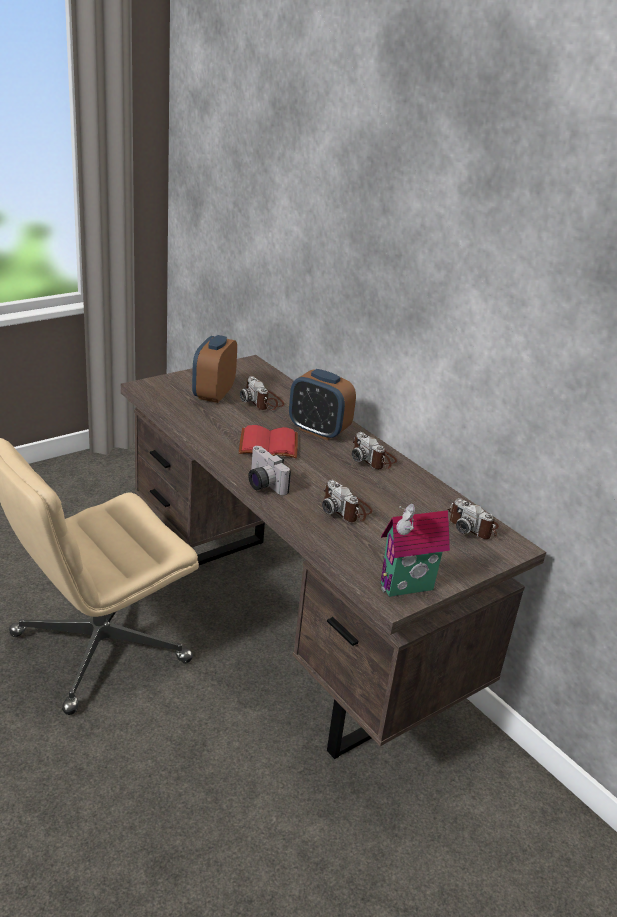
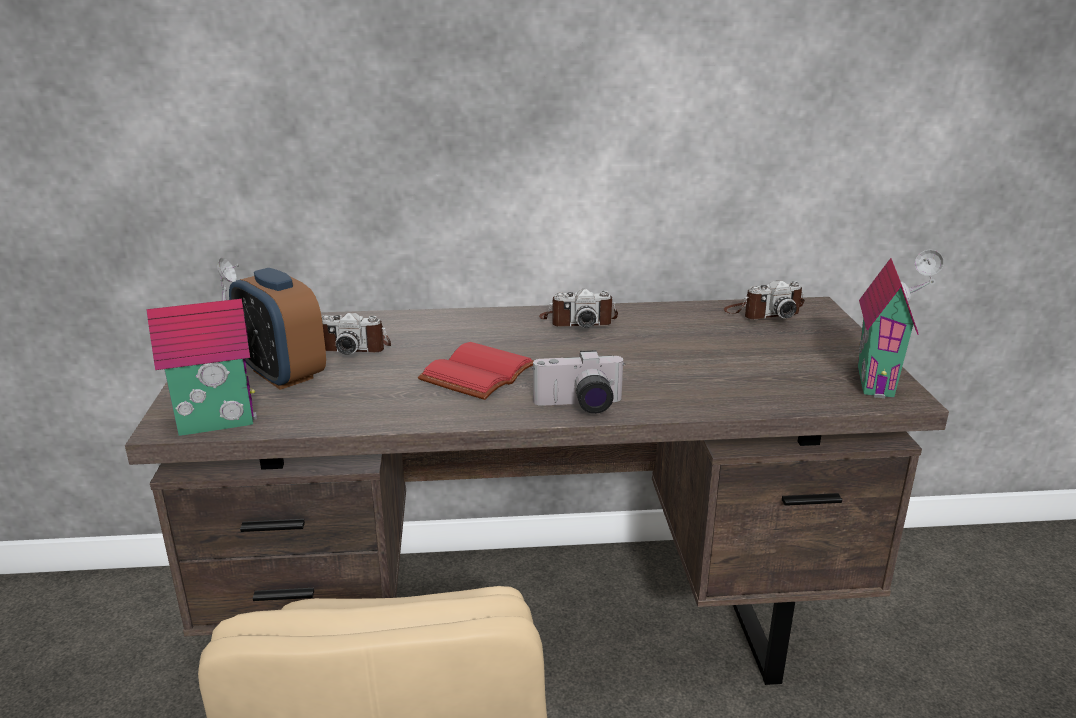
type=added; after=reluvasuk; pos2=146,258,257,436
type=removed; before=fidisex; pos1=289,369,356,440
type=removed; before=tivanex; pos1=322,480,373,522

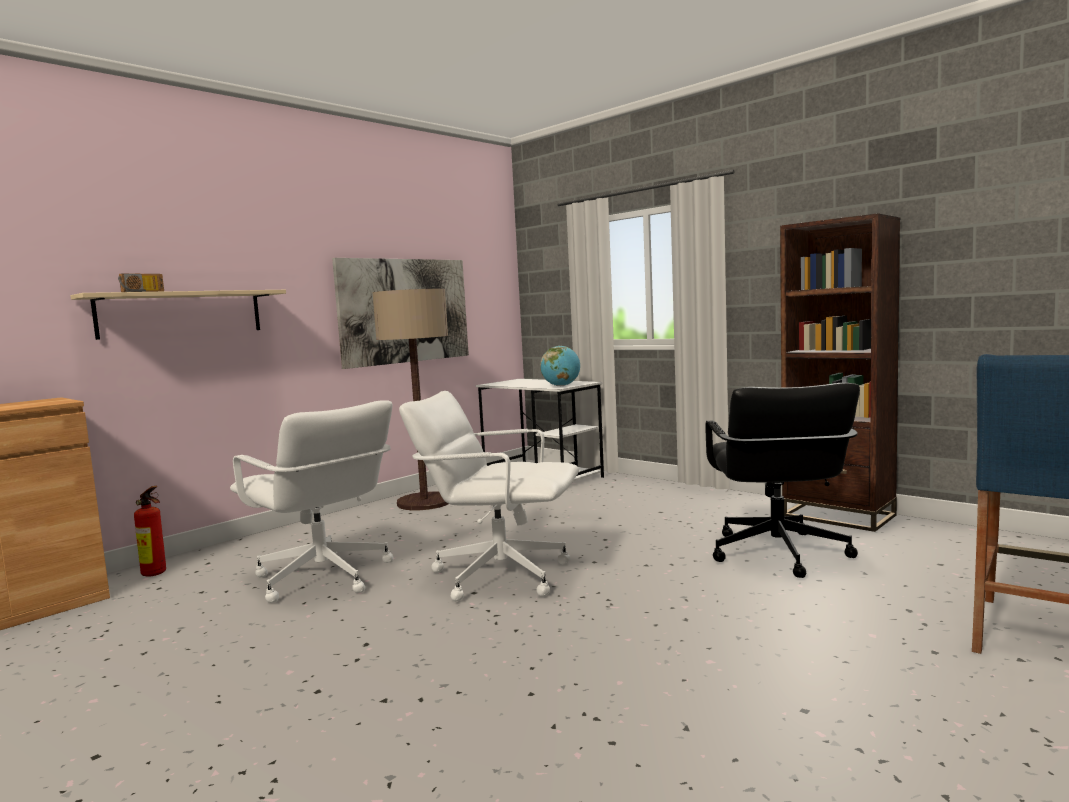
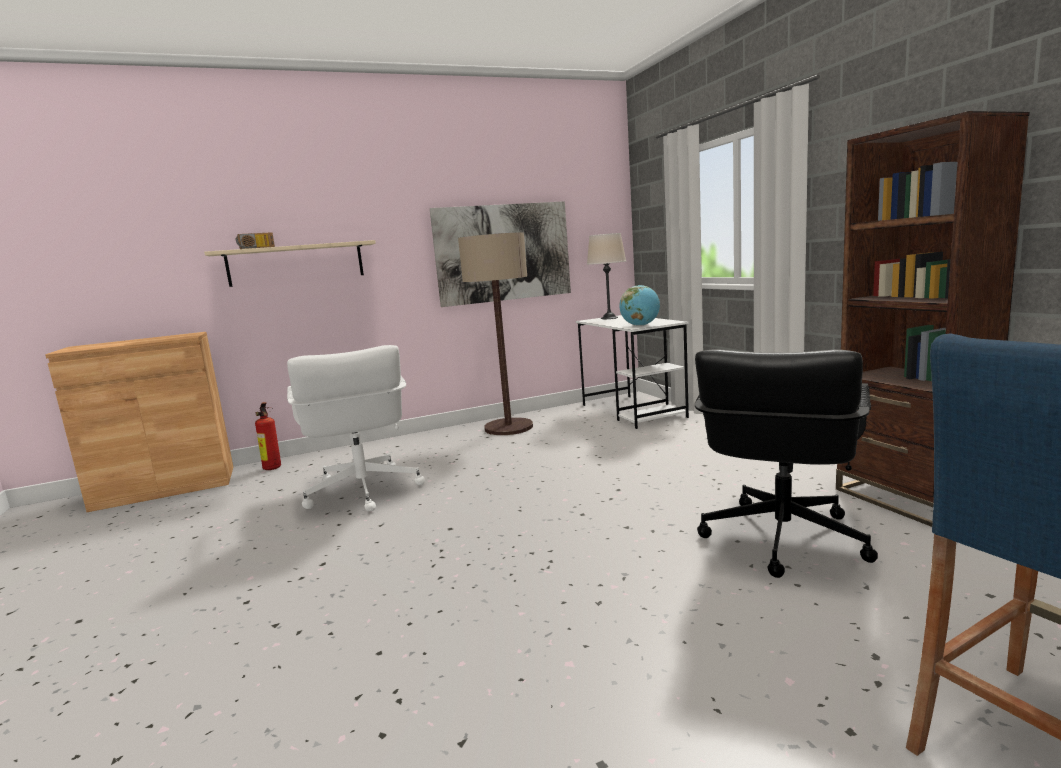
type=added; after=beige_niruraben; pos2=587,233,626,319
type=removed; before=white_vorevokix; pos1=399,391,579,601

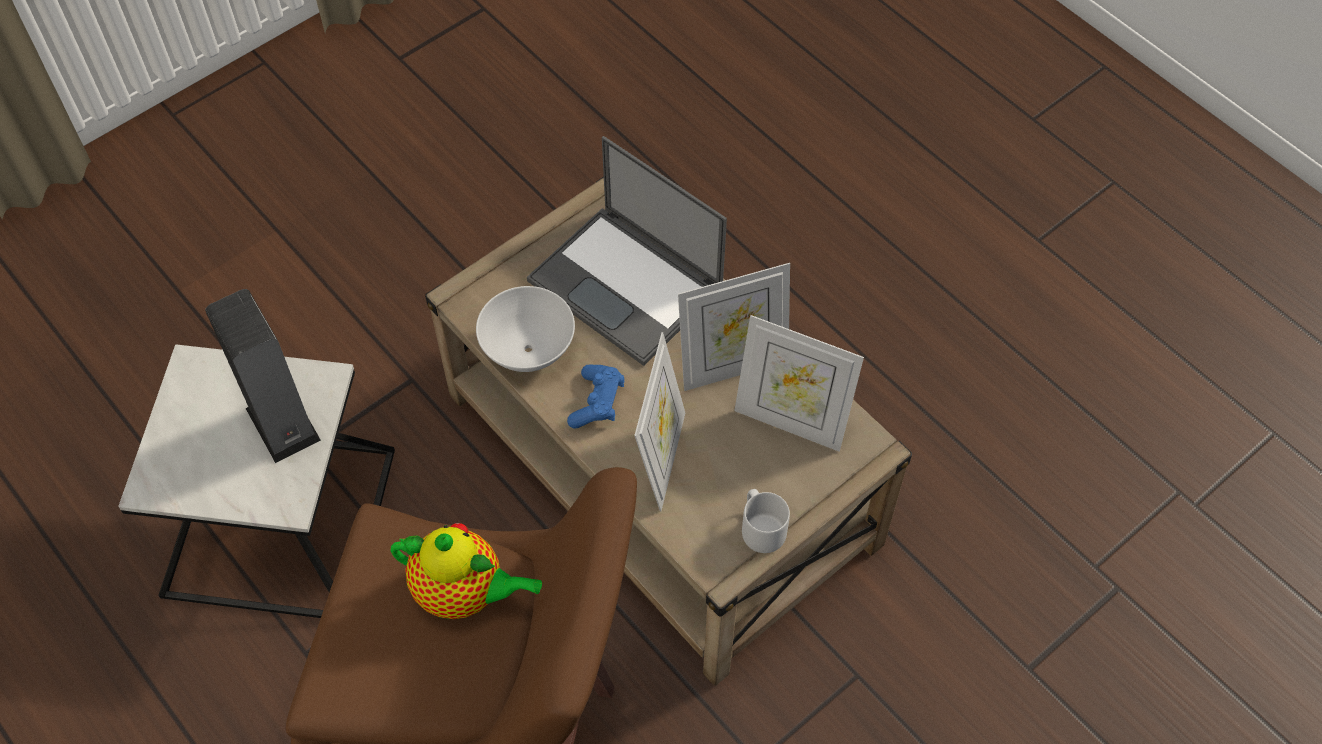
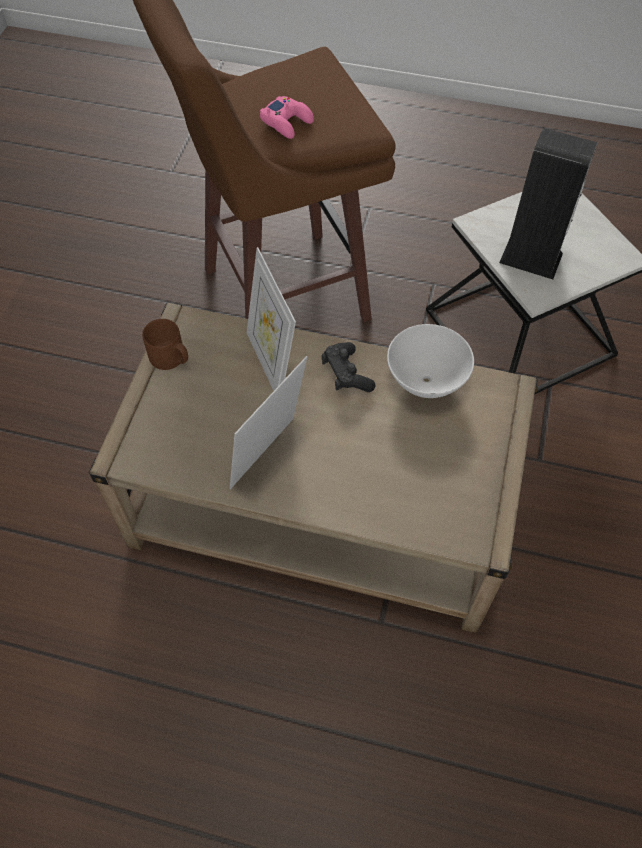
type=recoloured; before=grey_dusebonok; after=brown_dusebonok; pos1=742,489,790,553; pos2=142,319,188,370
type=replaced; before=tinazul; after=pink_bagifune; pos1=390,523,542,619; pos2=260,96,314,139
type=recoloured; before=blue_bagifune; after=black_bagifune; pos1=567,365,624,429; pos2=322,342,375,392
type=removed; before=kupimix; pos1=527,136,727,366
type=removed; before=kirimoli; pos1=734,315,864,452

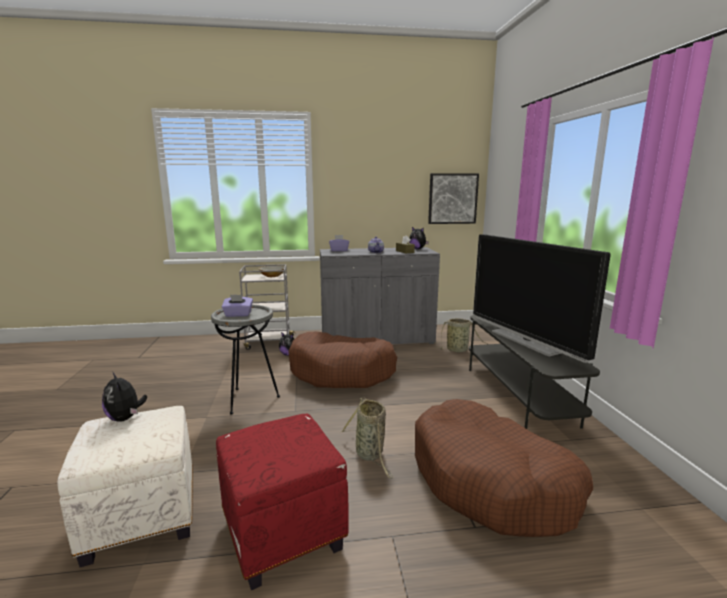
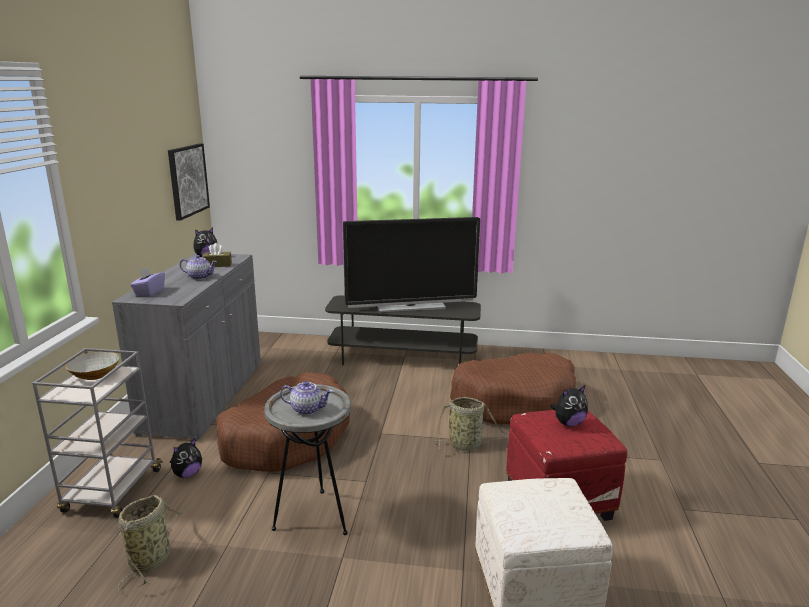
type=moved; before=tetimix; pos1=436,318,485,352; pos2=118,495,185,590
type=replaced; before=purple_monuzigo; after=tinazul; pos1=222,295,253,317; pos2=280,381,332,415
type=moved; before=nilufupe; pos1=102,372,147,422; pos2=550,385,588,426

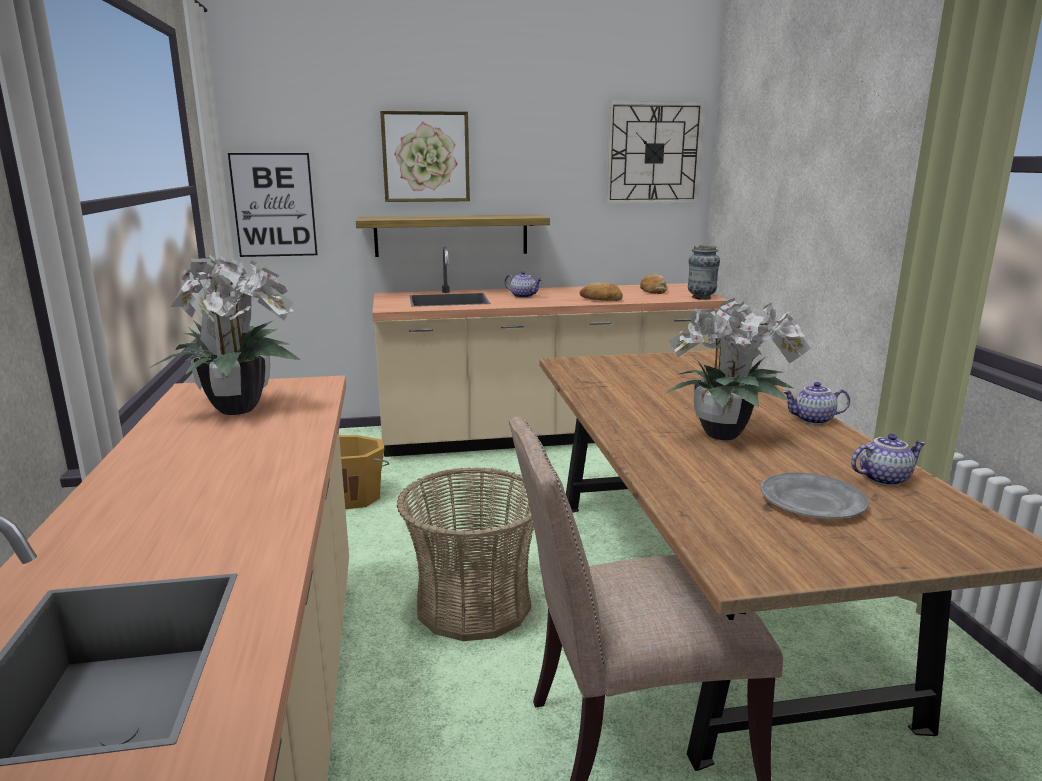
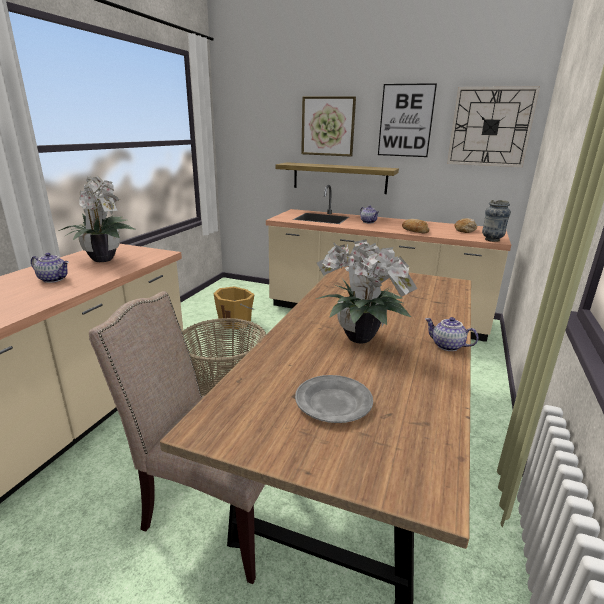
type=moved; before=tinazul; pos1=851,434,926,486; pos2=31,253,69,283
type=moved; before=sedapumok; pos1=228,153,318,257; pos2=378,83,437,157

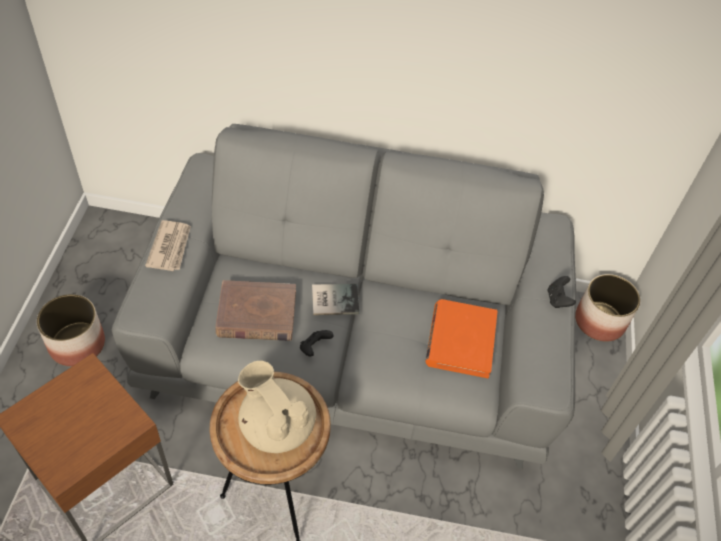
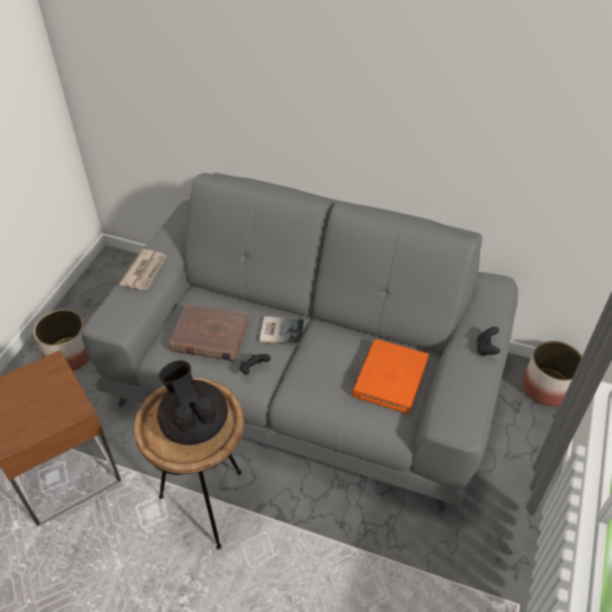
type=recoloured; before=beige_tinazul; after=black_tinazul; pos1=238,361,316,453; pos2=157,360,228,445

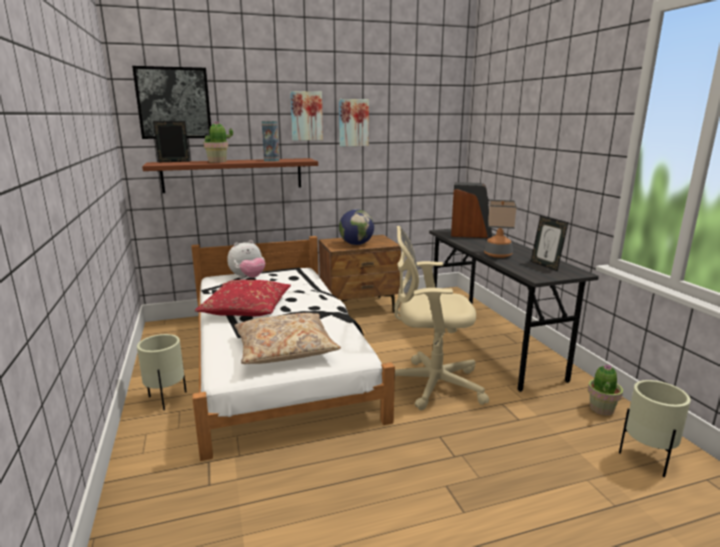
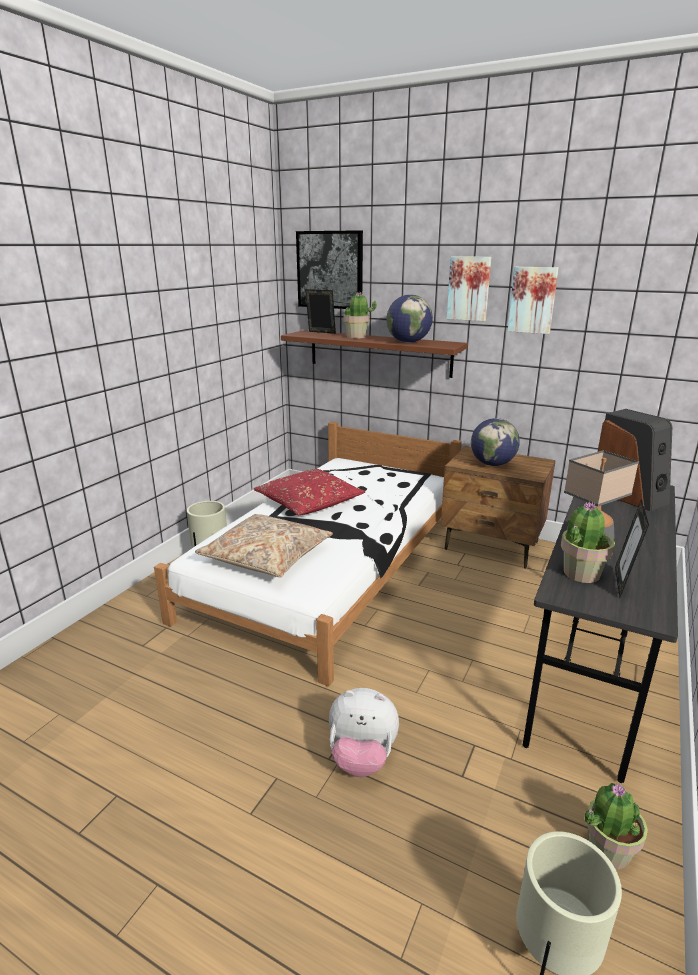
type=moved; before=nilufupe; pos1=227,240,265,279; pos2=329,688,399,777
type=replaced; before=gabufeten; after=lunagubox; pos1=262,121,279,162; pos2=386,294,433,343
type=added; after=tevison; pos2=561,502,615,583
type=removed; before=beige_vorevokix; pos1=394,226,489,410

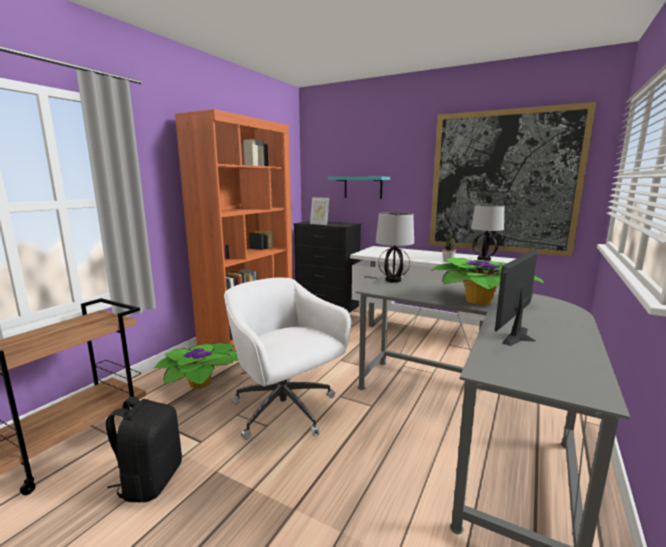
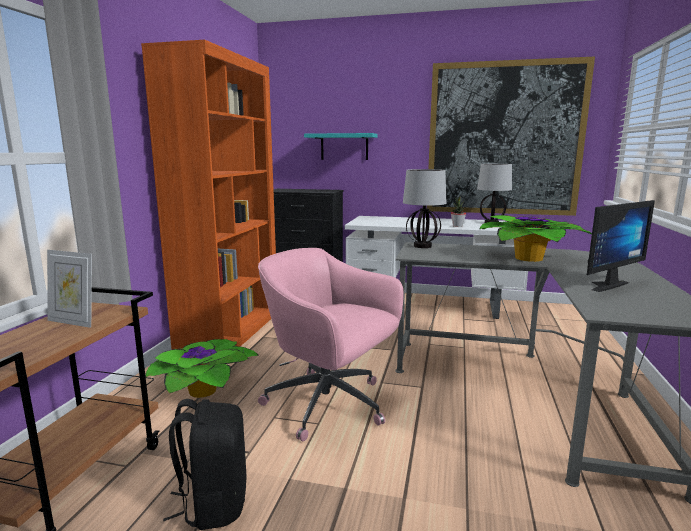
type=moved; before=kirimoli; pos1=310,197,329,225; pos2=47,250,92,328
type=recoloured; before=white_vorevokix; after=pink_vorevokix; pos1=224,278,351,440; pos2=258,248,404,441
type=turned; before=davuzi; pos1=495,249,537,346; pos2=587,200,655,292; turn=-150

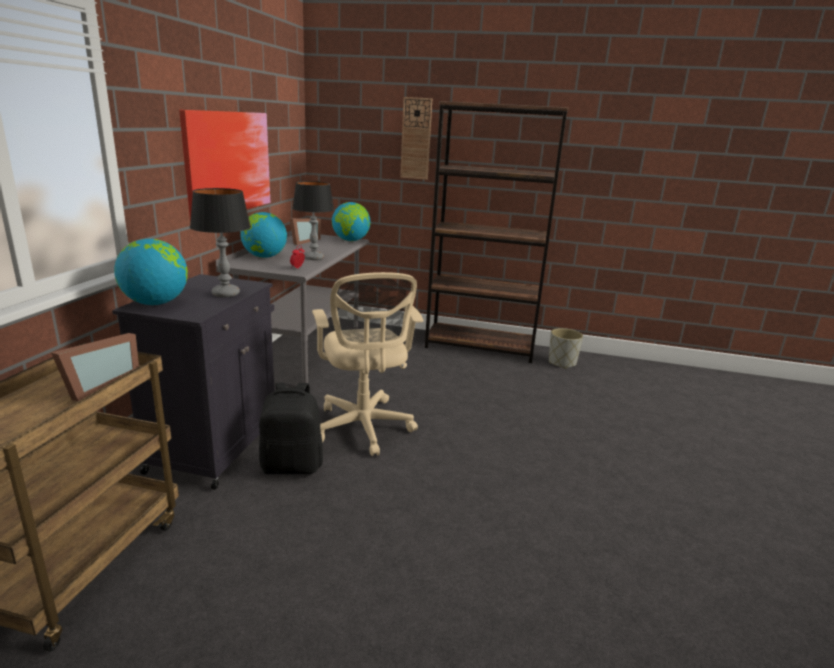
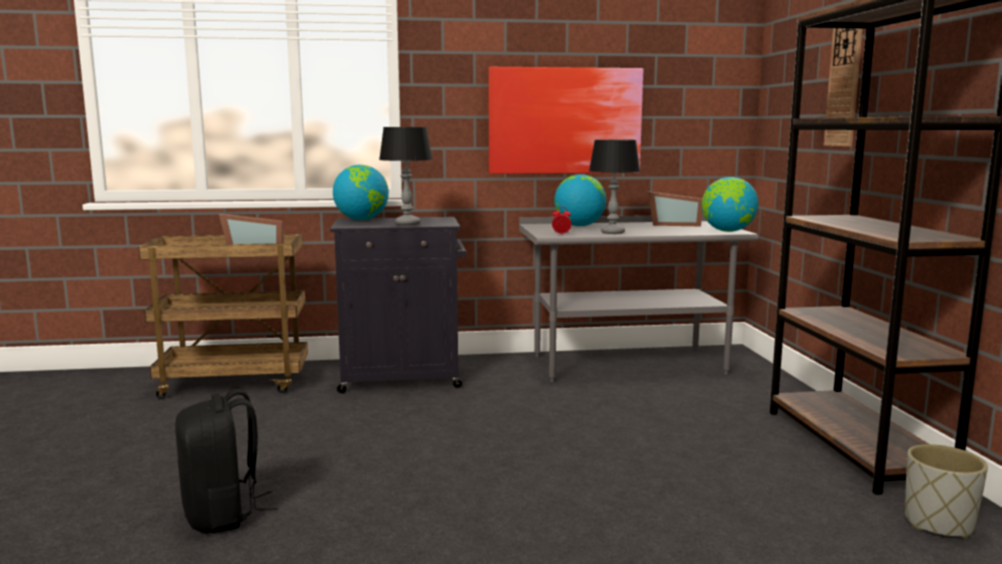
type=moved; before=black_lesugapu; pos1=259,383,323,474; pos2=175,389,278,533
type=removed; before=beige_vorevokix; pos1=312,272,423,456

